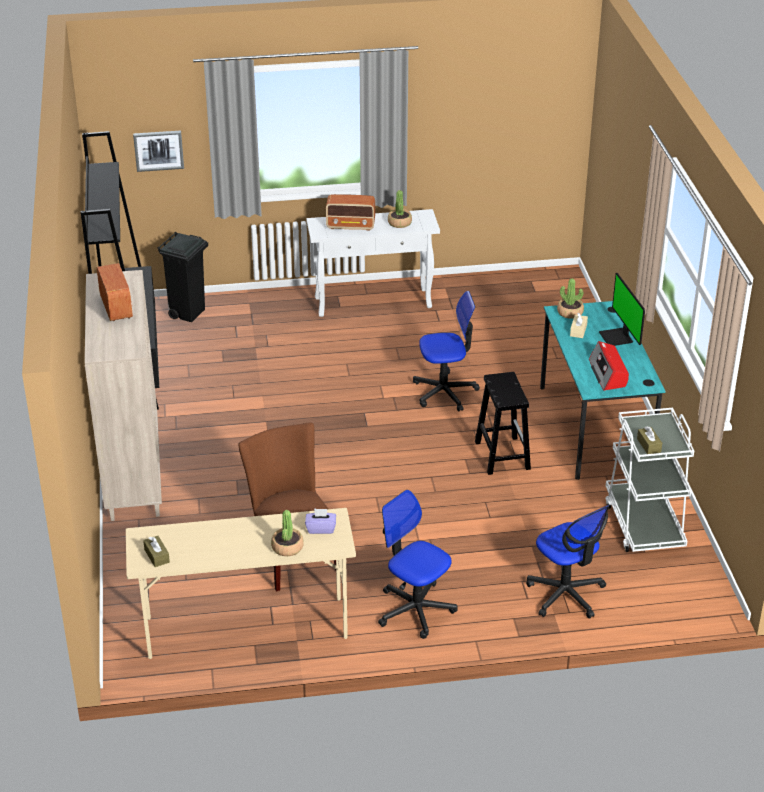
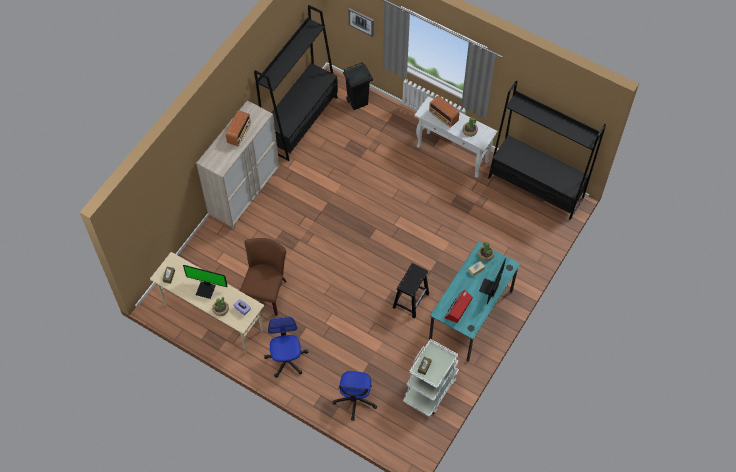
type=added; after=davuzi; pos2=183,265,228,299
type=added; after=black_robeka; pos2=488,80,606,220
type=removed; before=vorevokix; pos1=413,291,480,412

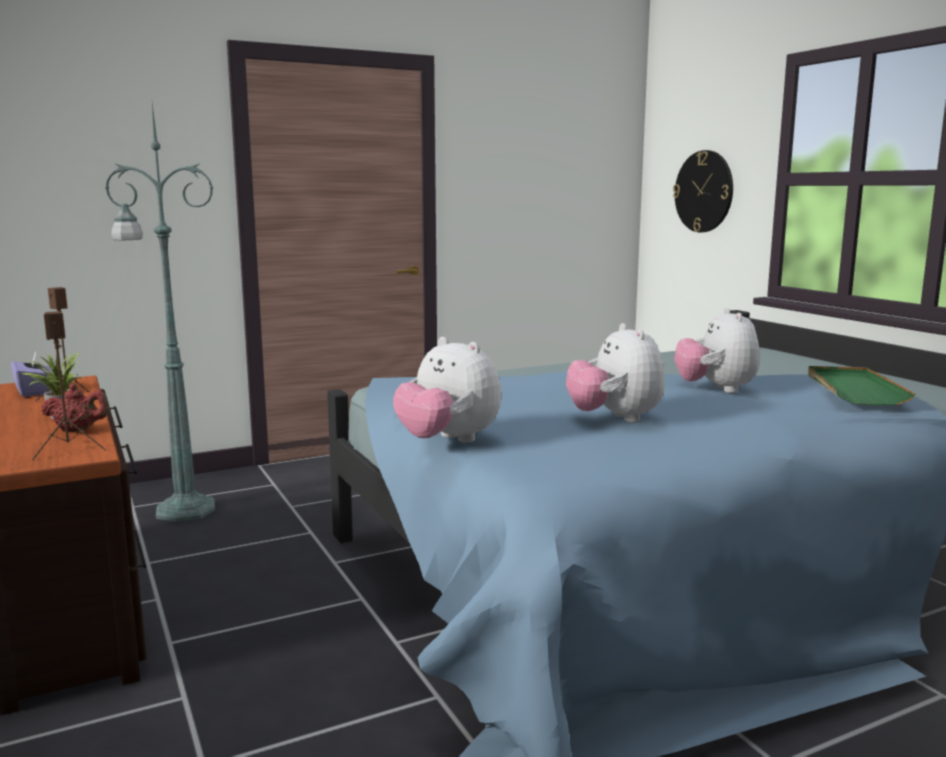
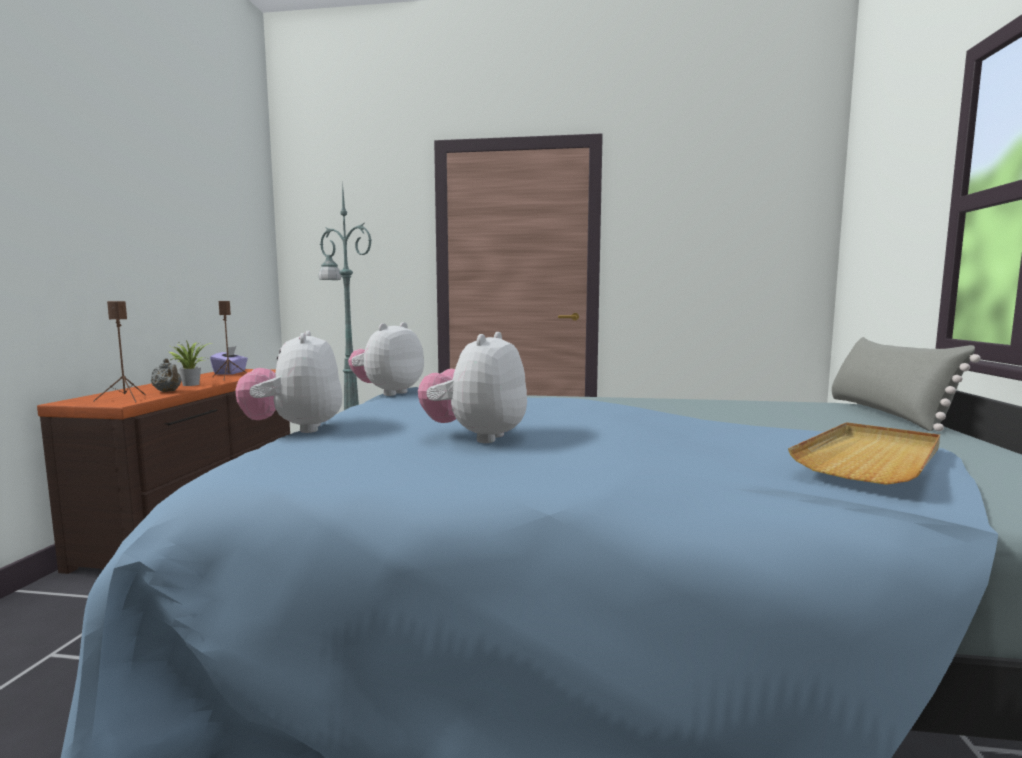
type=recoloured; before=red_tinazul; after=grey_tinazul; pos1=41,384,110,432; pos2=151,358,181,392
type=moved; before=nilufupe; pos1=674,308,760,393; pos2=348,322,424,396
type=recoloured; before=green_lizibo; after=beige_lizibo; pos1=808,366,915,405; pos2=788,422,940,485
type=added; after=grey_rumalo; pos2=832,337,981,431
type=removed; before=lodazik; pos1=673,150,733,232

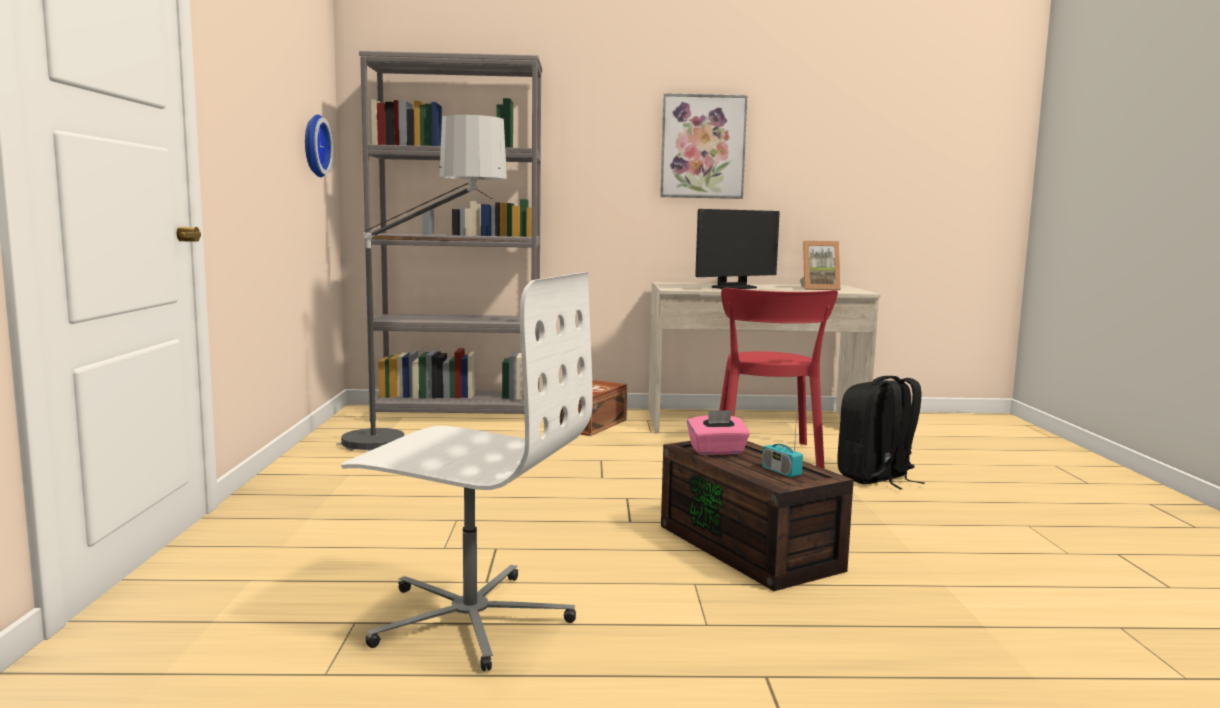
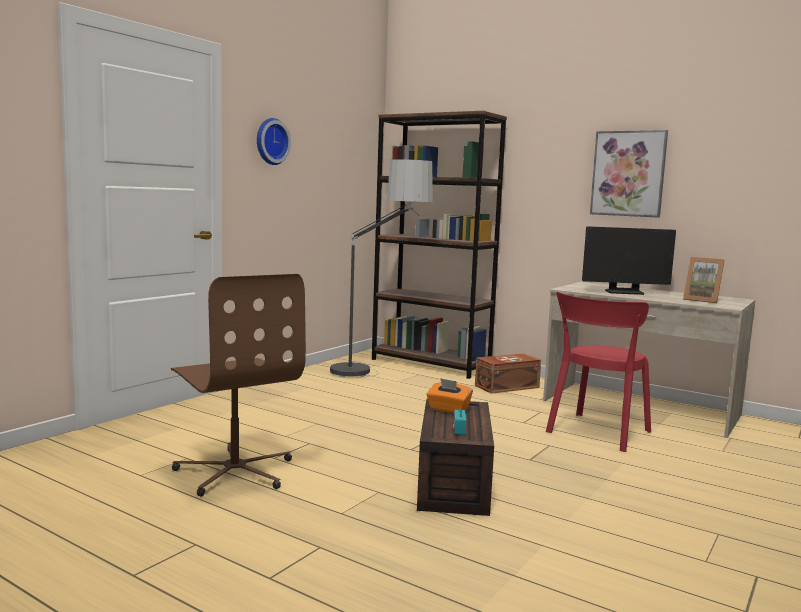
type=recoloured; before=white_vorevokix; after=brown_vorevokix; pos1=341,272,593,671; pos2=171,274,306,496
type=moved; before=lodazik; pos1=305,114,333,177; pos2=257,118,291,165
type=recoloured; before=grey_robeka; after=brown_robeka; pos1=359,51,542,422; pos2=372,111,507,379
type=recoloured; before=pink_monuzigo; after=orange_monuzigo; pos1=687,410,750,455; pos2=426,378,473,413
type=removed; before=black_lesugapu; pos1=837,376,925,489

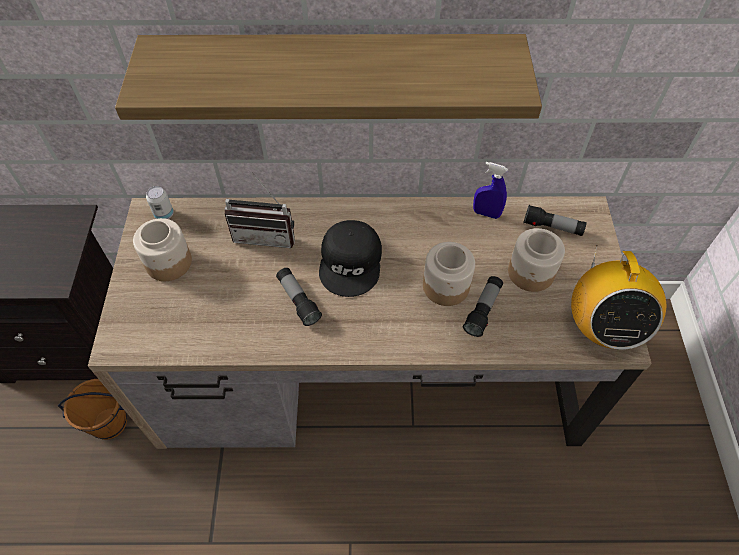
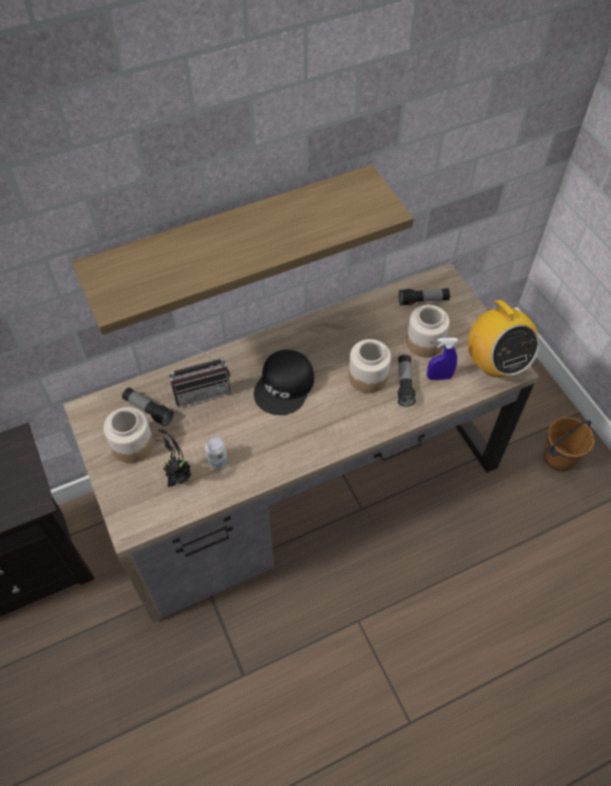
type=moved; before=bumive; pos1=276,268,322,326; pos2=122,387,174,426
type=added; after=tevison; pos2=155,430,191,487
type=moved; before=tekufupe; pos1=146,186,174,219; pos2=205,437,227,467
type=turned; before=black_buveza; pos1=319,220,382,297; pos2=254,350,314,415; turn=45
type=moved; before=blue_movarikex; pos1=473,162,508,219; pos2=427,338,458,380
type=moved; before=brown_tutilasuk; pos1=57,379,127,440; pos2=544,417,595,472

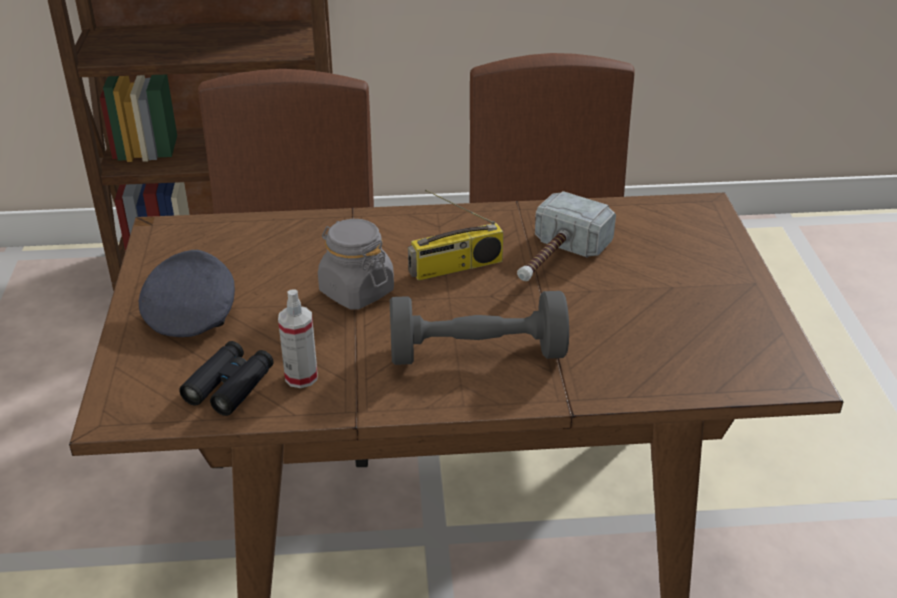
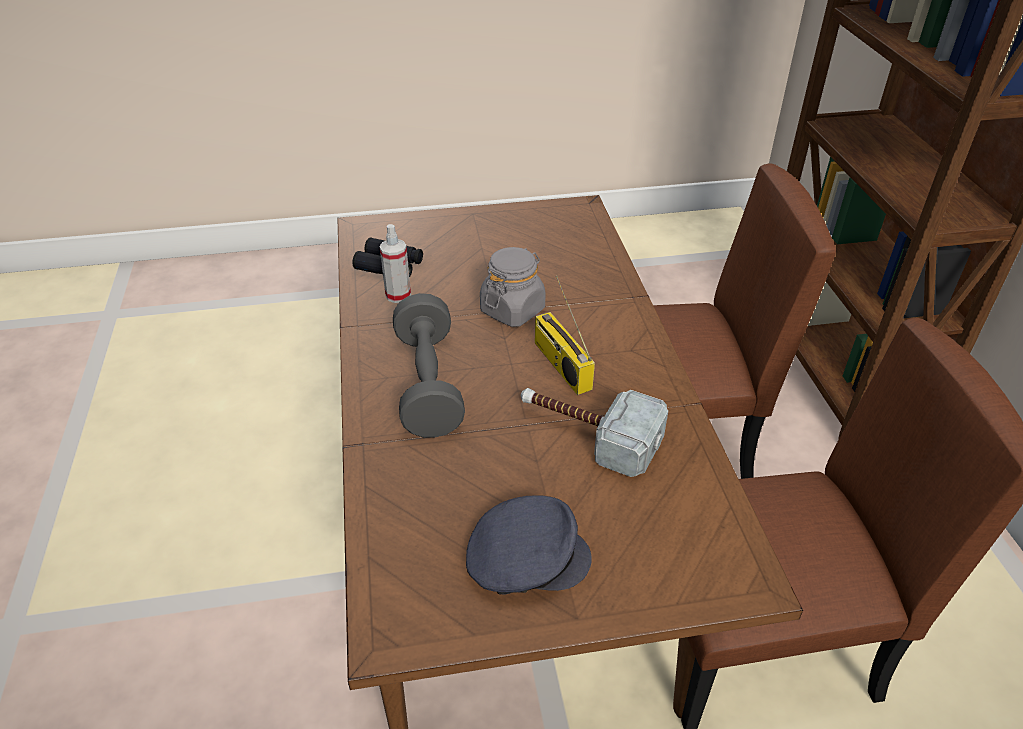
type=moved; before=grey_buveza; pos1=139,250,235,337; pos2=466,496,592,595

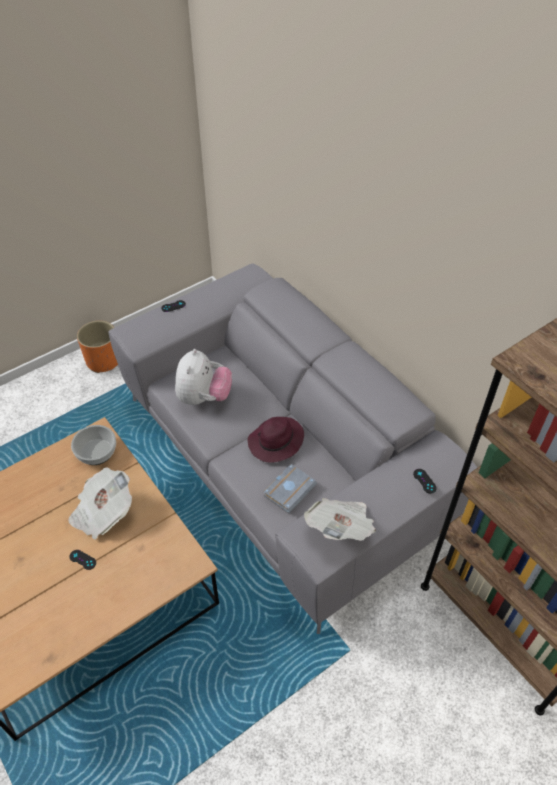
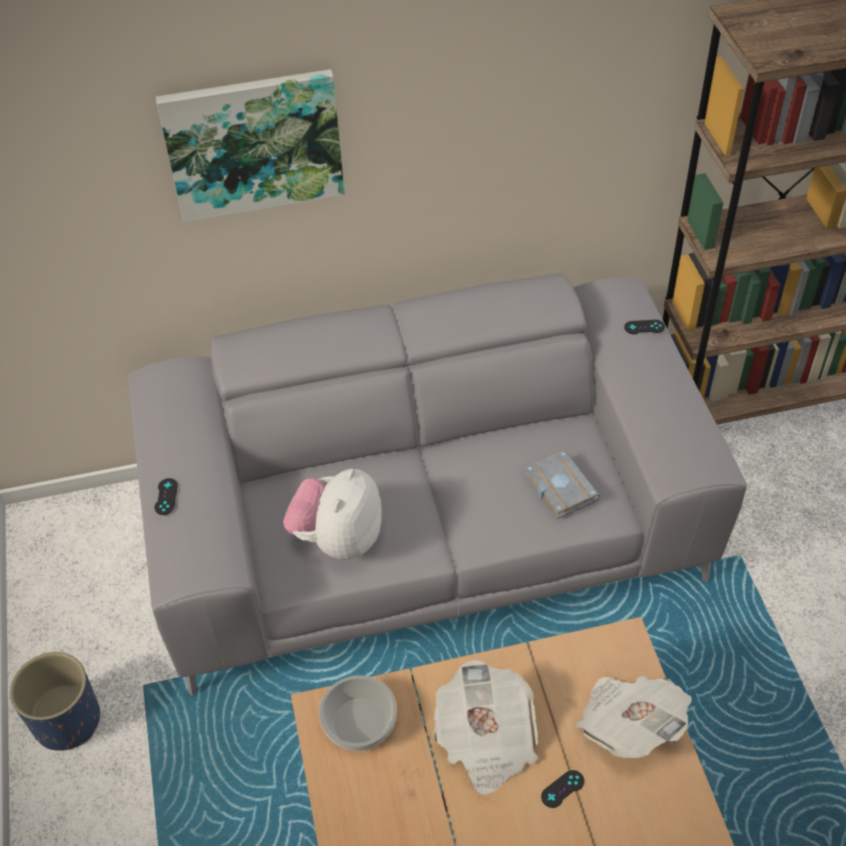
type=recoloured; before=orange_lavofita; after=blue_lavofita; pos1=77,320,118,373; pos2=10,652,100,751
type=added; after=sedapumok; pos2=156,69,345,222
type=turned; before=nilufupe; pos1=175,349,232,405; pos2=283,468,382,560; turn=-105
type=moved; before=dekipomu; pos1=304,498,376,541; pos2=576,676,692,758
type=removed; before=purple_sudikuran; pos1=248,417,304,463

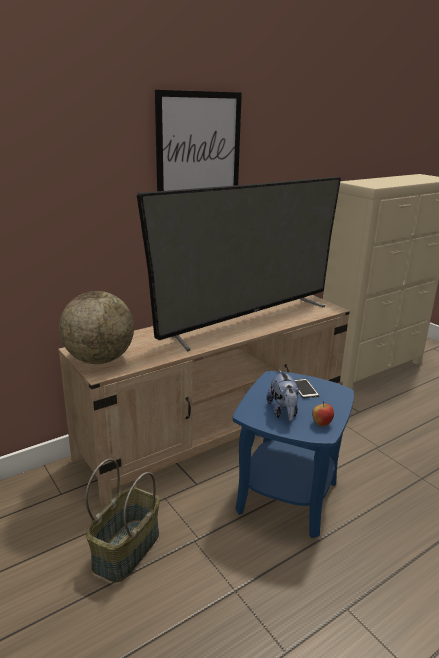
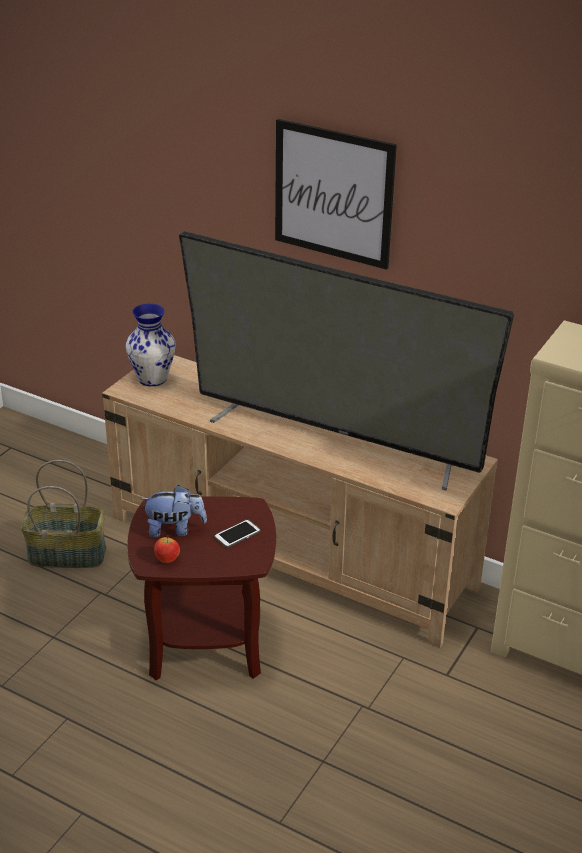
type=replaced; before=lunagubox; after=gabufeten; pos1=59,291,134,364; pos2=126,304,176,387
type=recoloured; before=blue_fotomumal; after=brown_fotomumal; pos1=233,371,354,538; pos2=127,496,276,680
type=turned; before=nilufupe; pos1=266,370,299,421; pos2=140,485,207,538; turn=-150

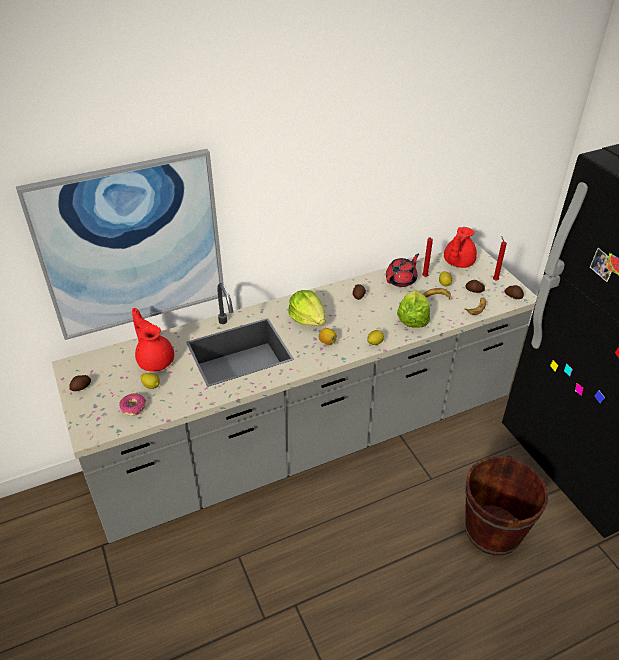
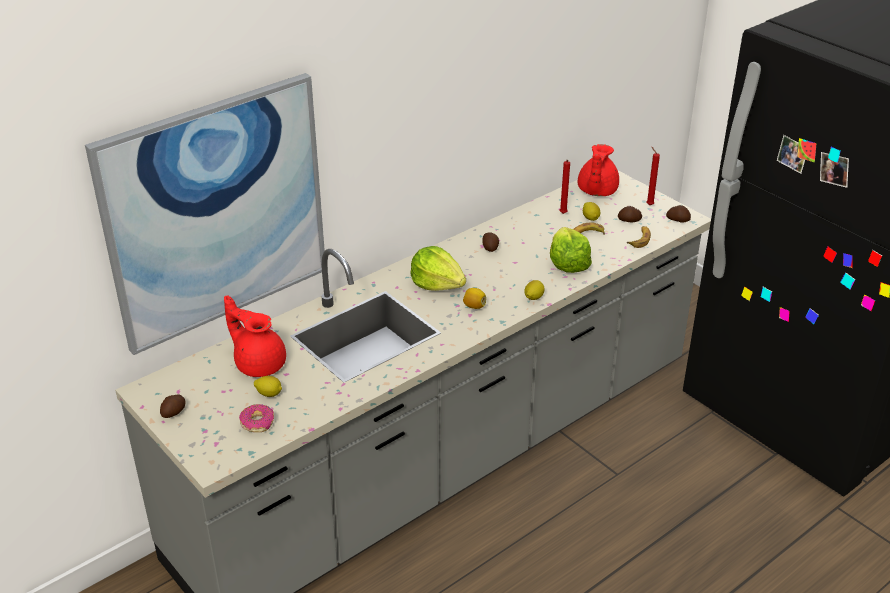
type=removed; before=red_tinazul; pos1=386,253,419,287
type=removed; before=brown_tutilasuk; pos1=465,455,548,555

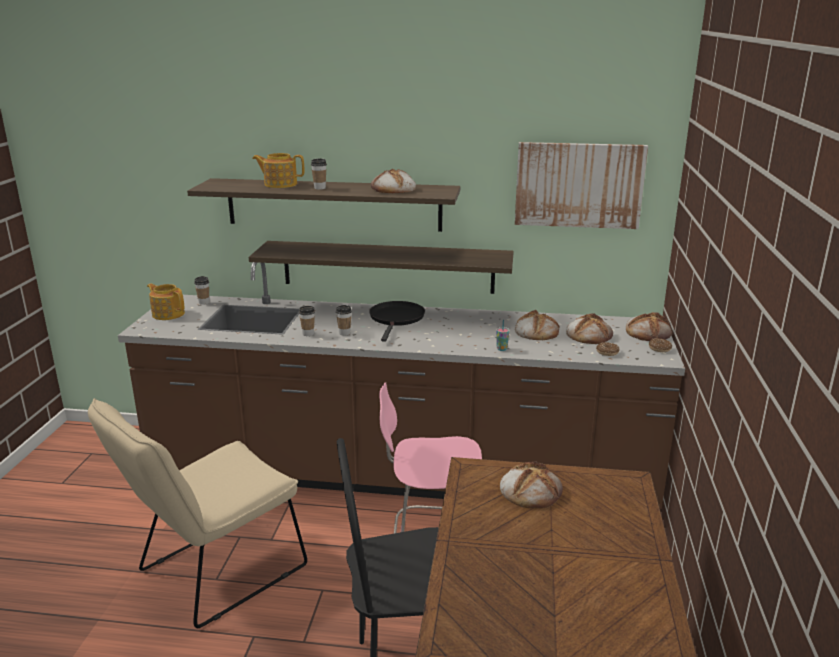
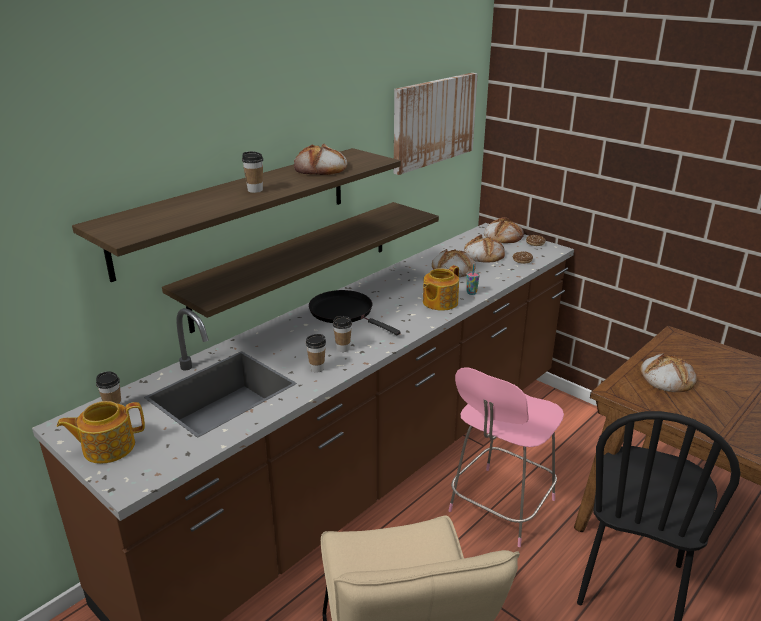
type=moved; before=tinazul; pos1=252,153,304,188; pos2=423,265,459,311

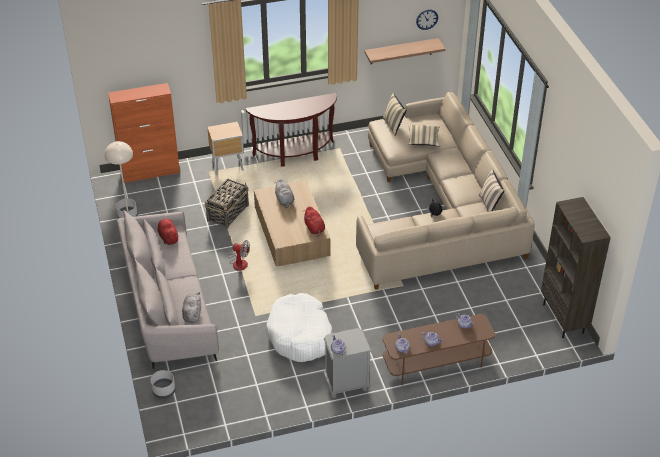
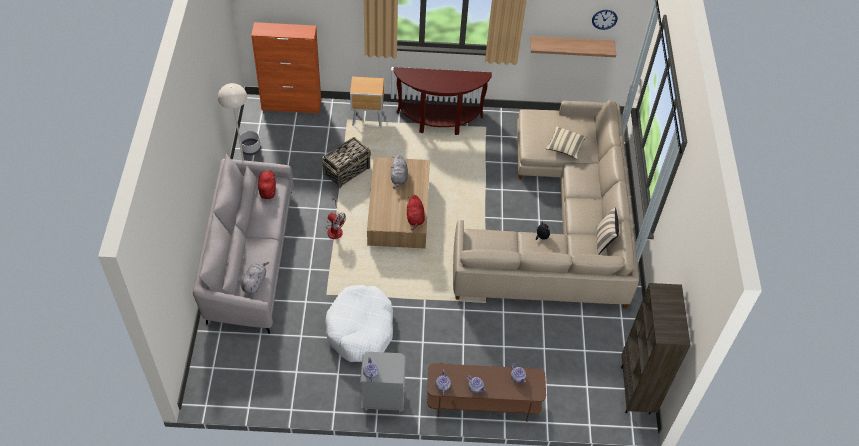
type=removed; before=grey_lavofita; pos1=151,370,175,399
type=removed; before=beige_rumalo; pos1=383,93,406,135

